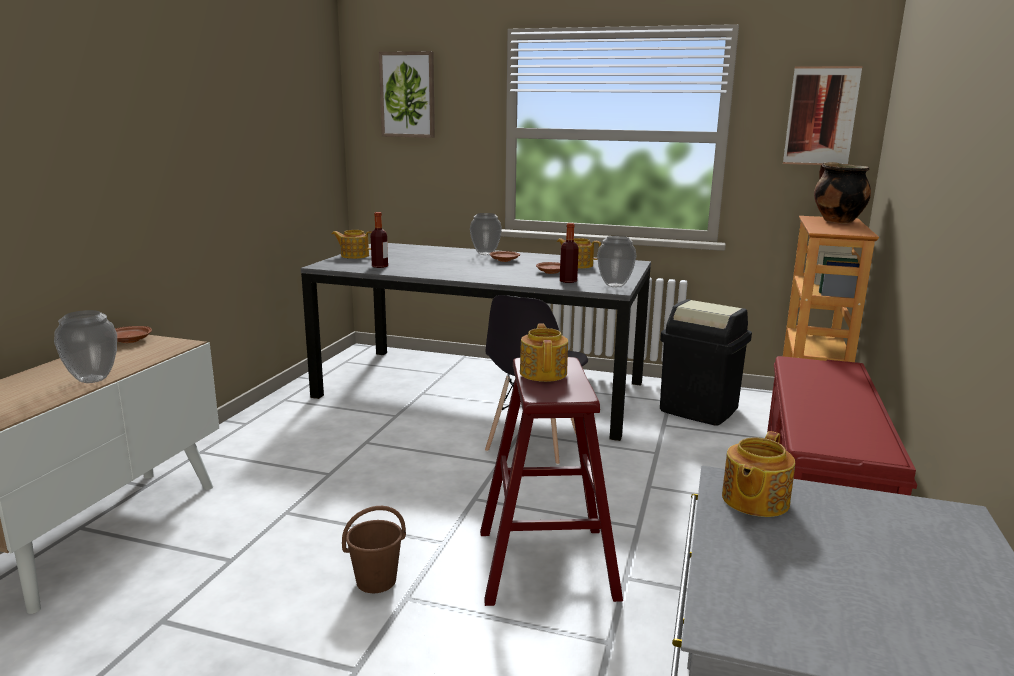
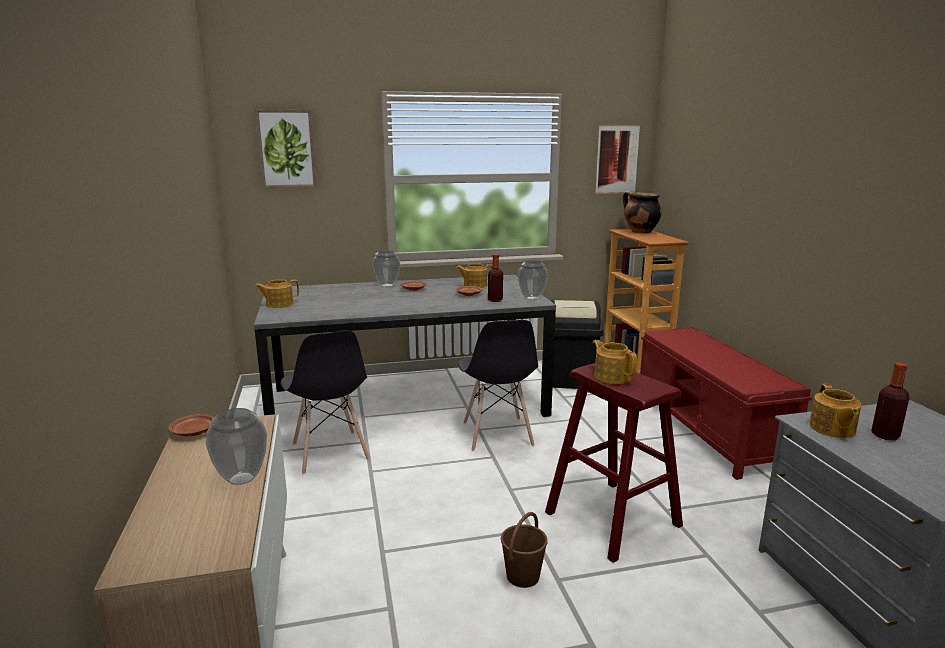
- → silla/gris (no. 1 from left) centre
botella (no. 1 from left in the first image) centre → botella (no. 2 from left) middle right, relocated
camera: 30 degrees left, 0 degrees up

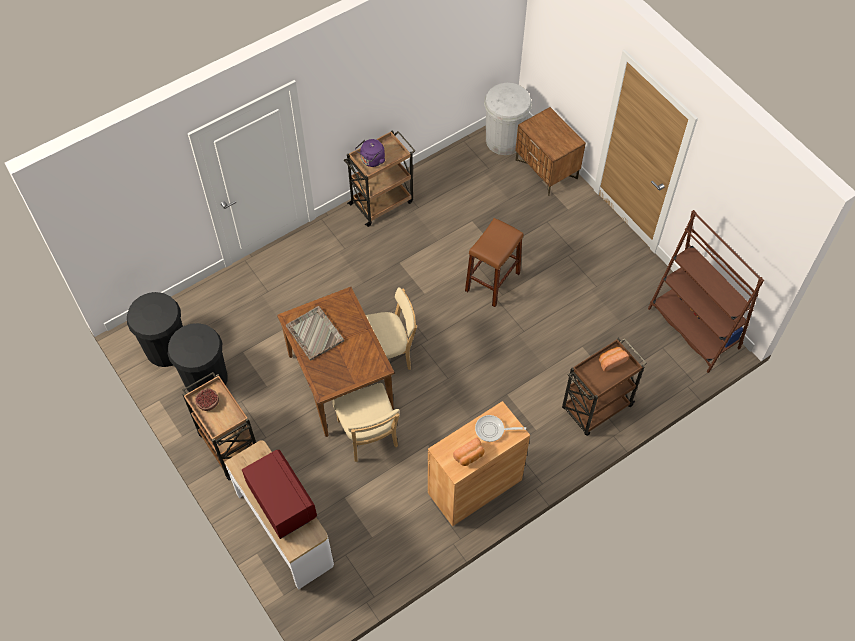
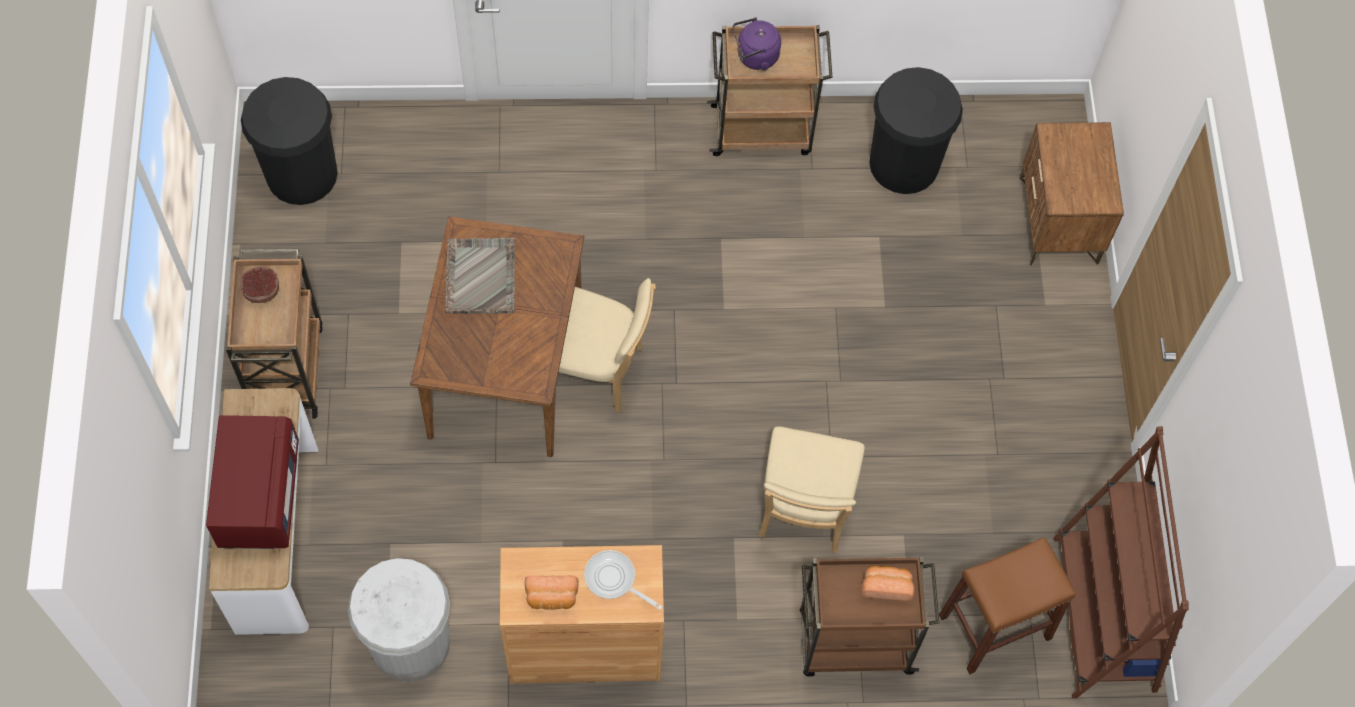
papelera/blanco top centre → papelera/blanco bottom left, relocated
silla/beis (no. 1 from left in the first image) centre → silla/beis (no. 2 from left) bottom centre, relocated
papelera/negro (no. 2 from left) middle left → papelera/negro (no. 2 from left) top right, relocated
taburete/marrón centre → taburete/marrón bottom right, relocated
camera: 30 degrees right, 5 degrees up

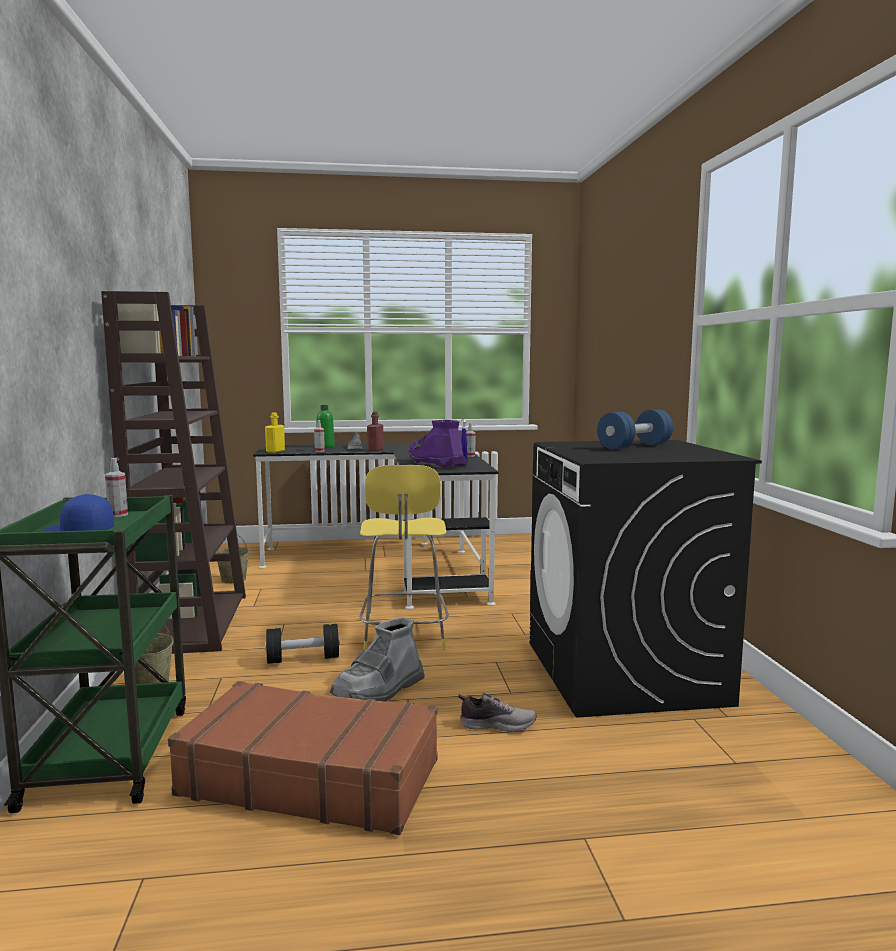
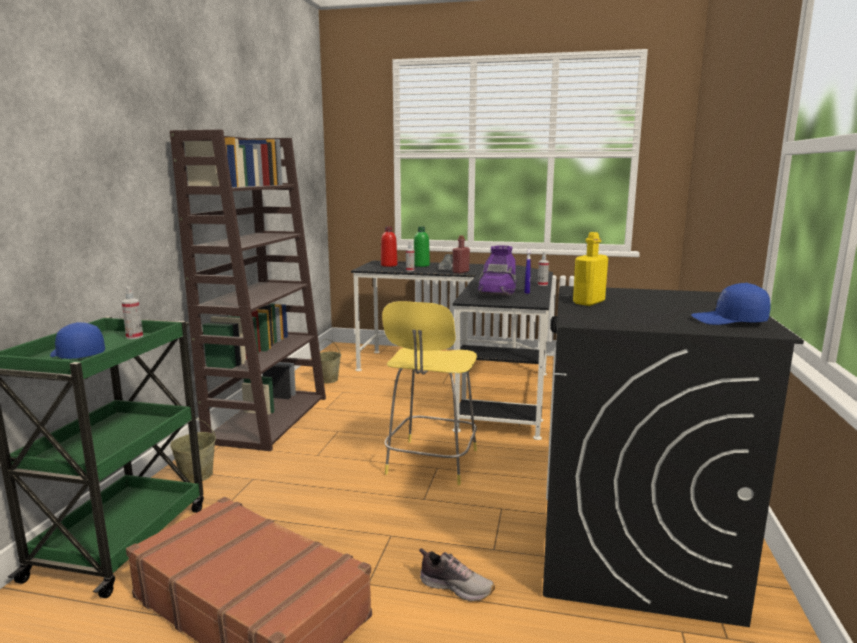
- → botella/rojo (no. 1 from left) centre
bota/morado centre, 150 degrees counterclockwise
botella/amarillo middle left → botella/amarillo middle right, relocated
- → gorra/azul (no. 2 from left) middle right
mancuerna/negro bottom centre → -
bota/gris bottom centre → -
mancuerna/azul middle right → -
camera: 20 degrees right, 5 degrees up

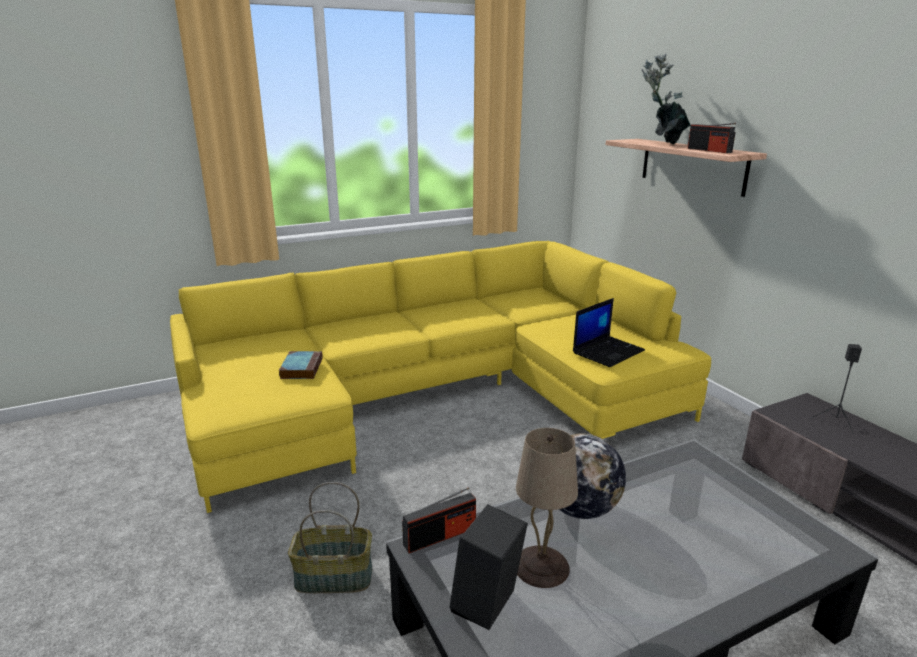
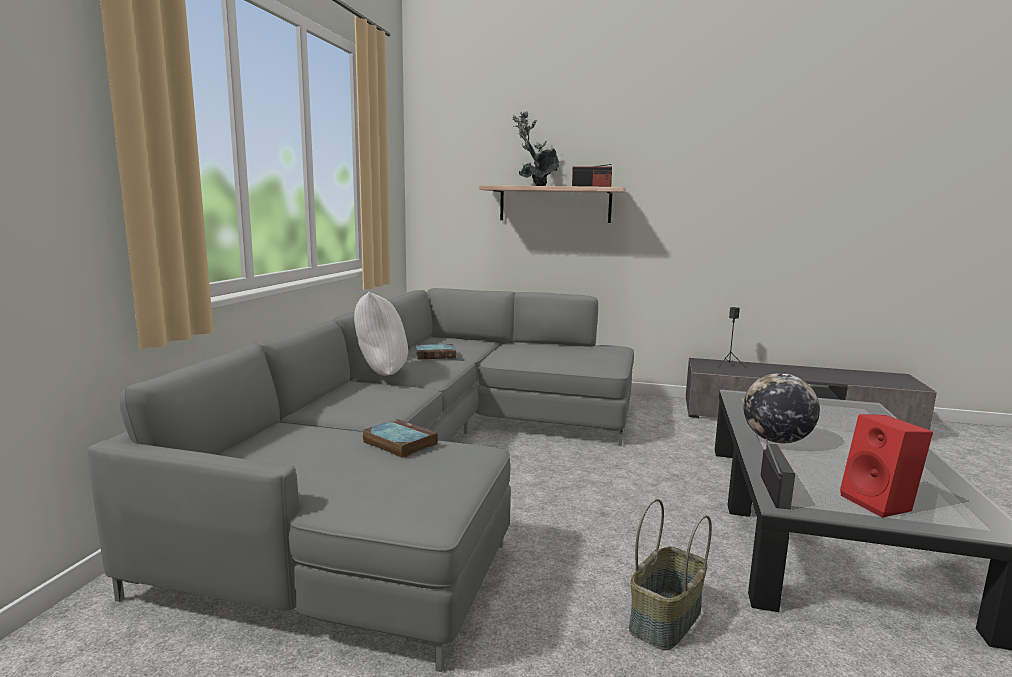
sofá/amarillo centre → sofá/gris bottom centre
- → cojín/blanco centre
- → libro (no. 2 from left) centre
altavoz/negro (no. 1 from left) bottom centre → altavoz/rojo bottom right
lámpara de mesa/beis bottom centre → -
portátil centre → -
camera: 50 degrees left, 10 degrees down

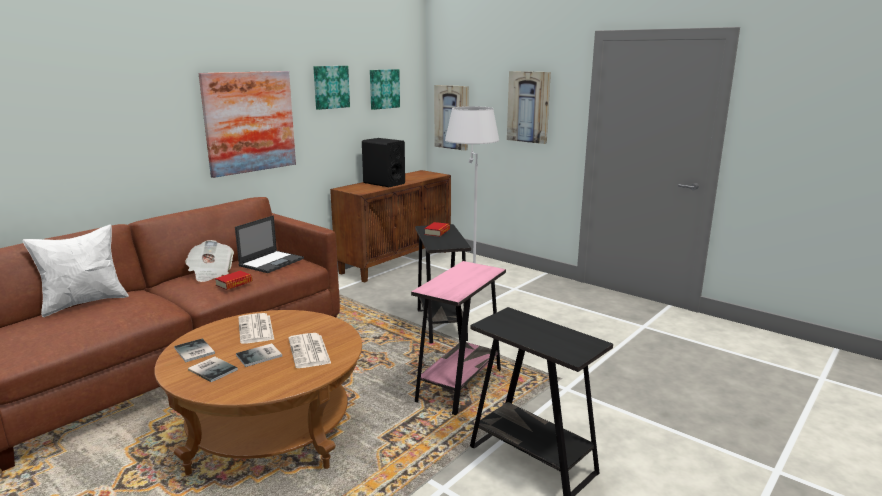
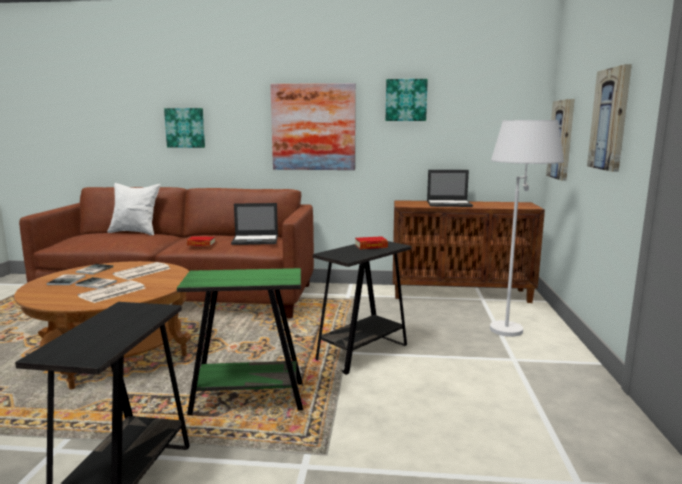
cuadro (no. 3 from left in the first image) top centre → cuadro (no. 1 from left) top left, relocated
mesa auxiliar/rosa bottom centre → mesa auxiliar/verde bottom centre
altavoz/negro top centre → portátil (no. 2 from left) centre
periódico (no. 1 from left) middle left → -
camera: 55 degrees right, 5 degrees down

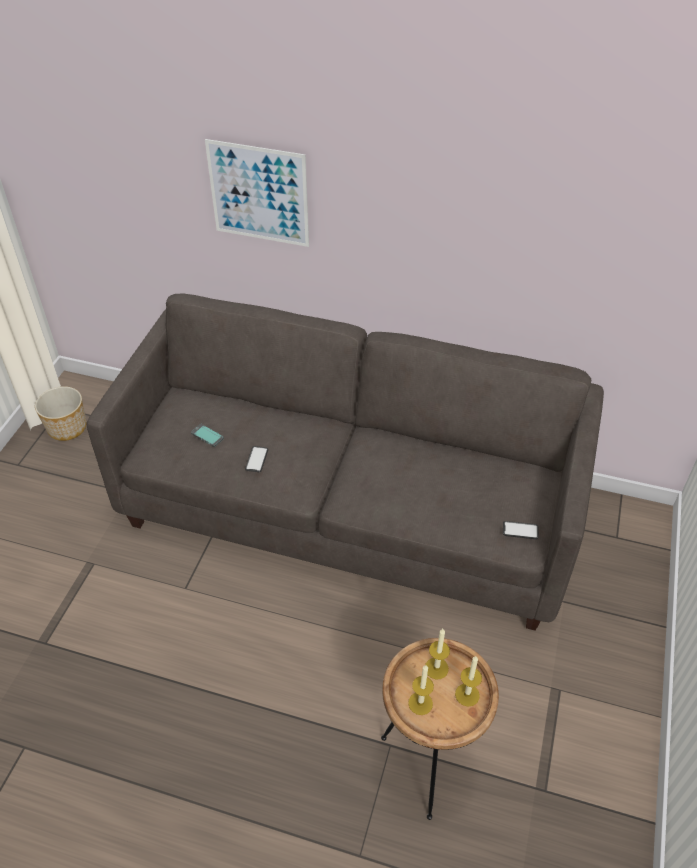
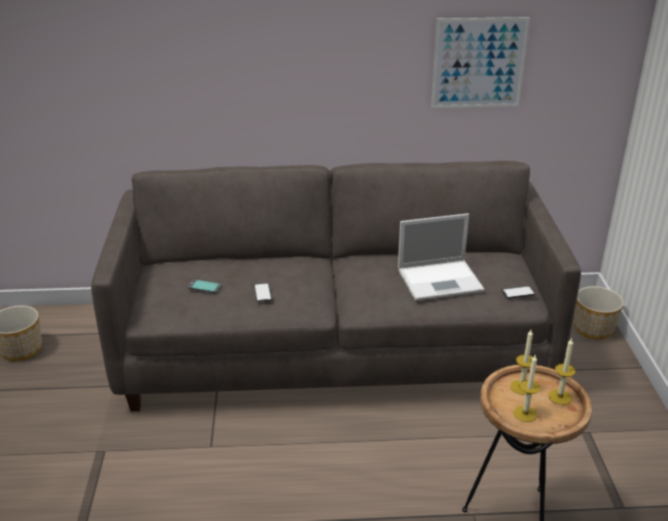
- → portátil centre
cuadro top centre → cuadro top right, relocated
- → maceta (no. 2 from left) middle right
camera: 20 degrees left, 15 degrees down

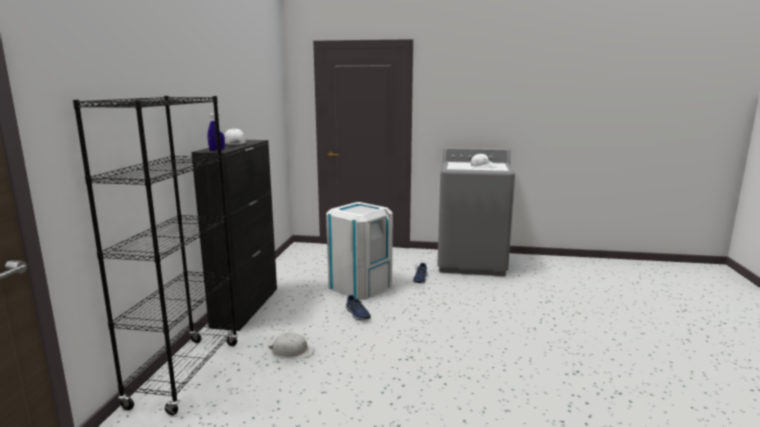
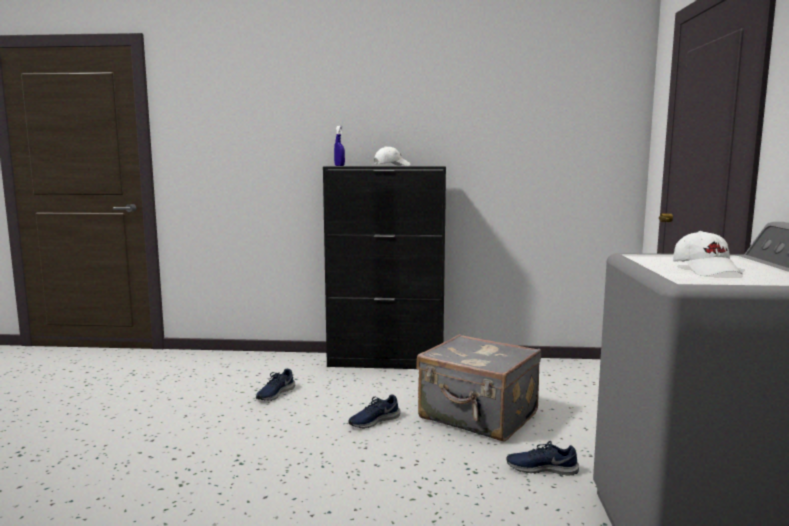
casco/blanco bottom centre → zapato/azul (no. 1 from left) bottom centre
papelera/blanco centre → maleta/gris bottom centre
estantería/negro middle left → -
camera: 85 degrees right, 5 degrees down

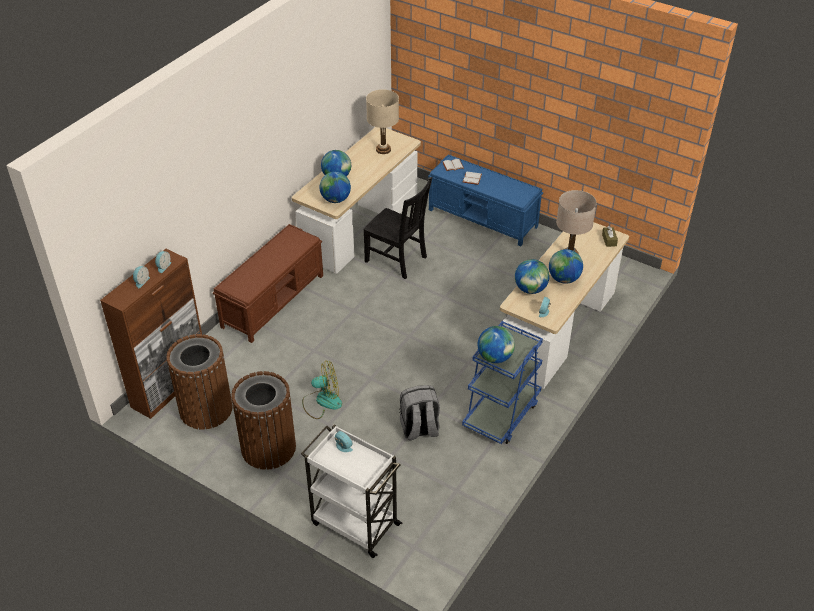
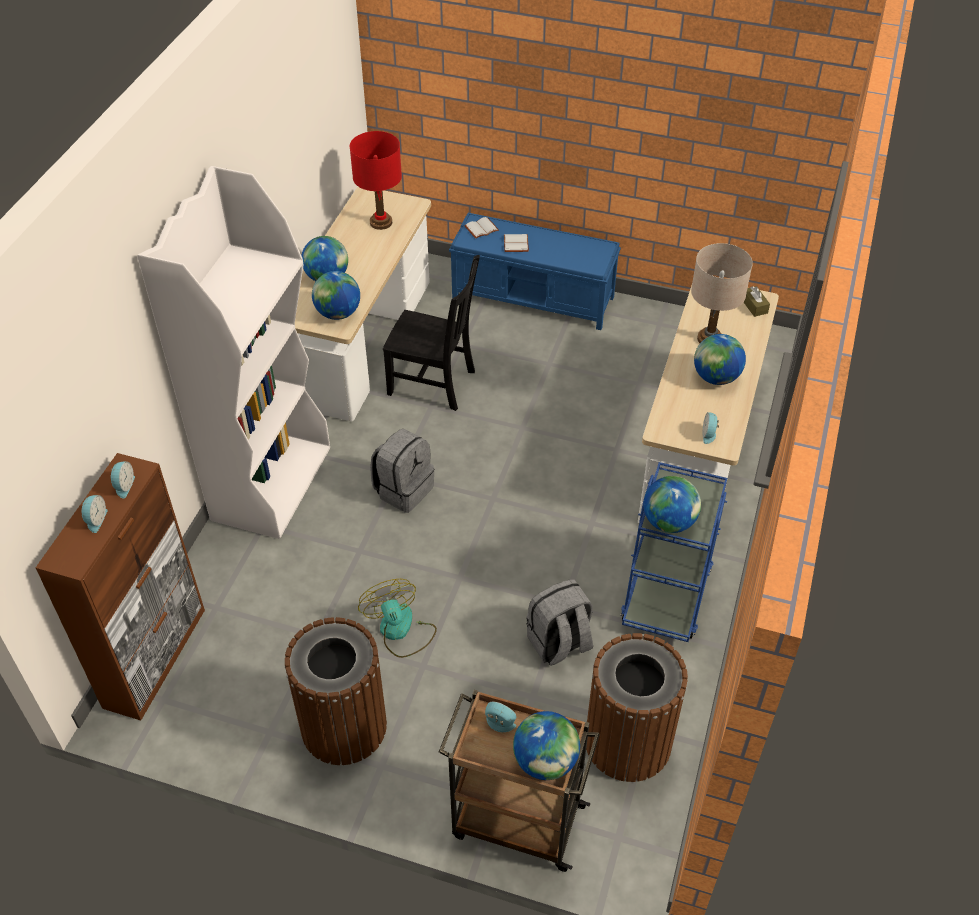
banco/marrón middle left → estantería/blanco middle left
lámpara de mesa/beis (no. 1 from left) top centre → lámpara de mesa/rojo top centre
ventilador centre → ventilador bottom centre, 90 degrees counterclockwise
- → mochila/gris (no. 1 from left) centre
carrito/blanco bottom centre → carrito/marrón bottom centre
globo terráqueo (no. 4 from left in the first image) centre → globo terráqueo (no. 3 from left) bottom centre, relocated
papelera/marrón (no. 1 from left in the first image) middle left → papelera/marrón (no. 2 from left) bottom centre, relocated
camera: 15 degrees left, 5 degrees up

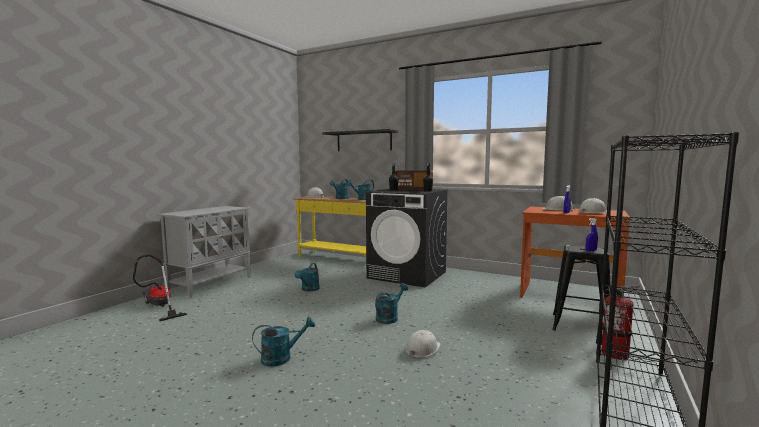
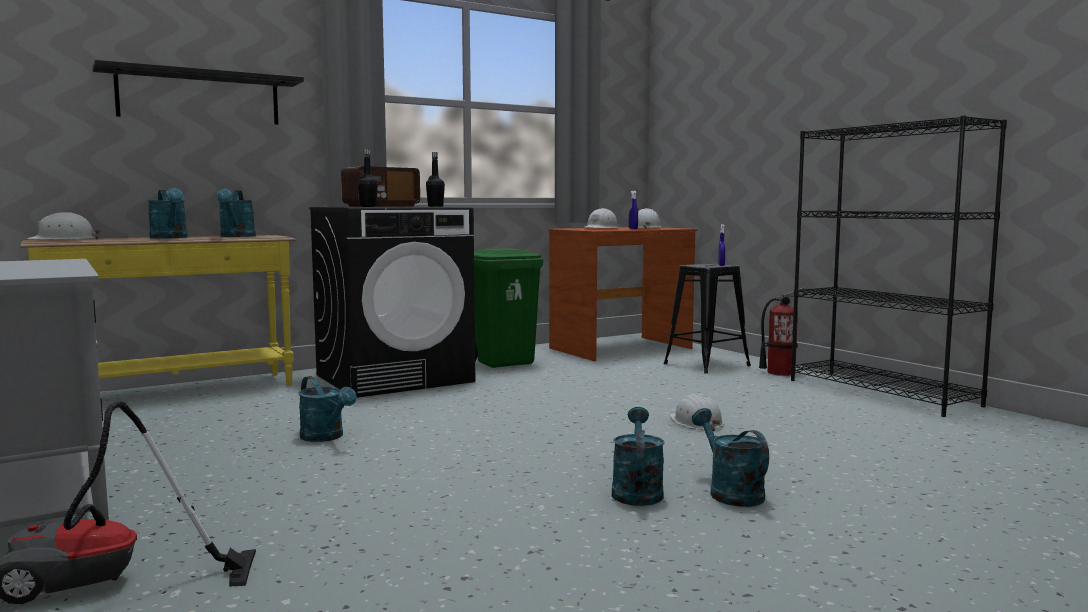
- → papelera/verde centre
regadera/turquesa (no. 5 from left) bottom centre → regadera/turquesa (no. 5 from left) bottom right, relocated
camera: 60 degrees left, 0 degrees up

